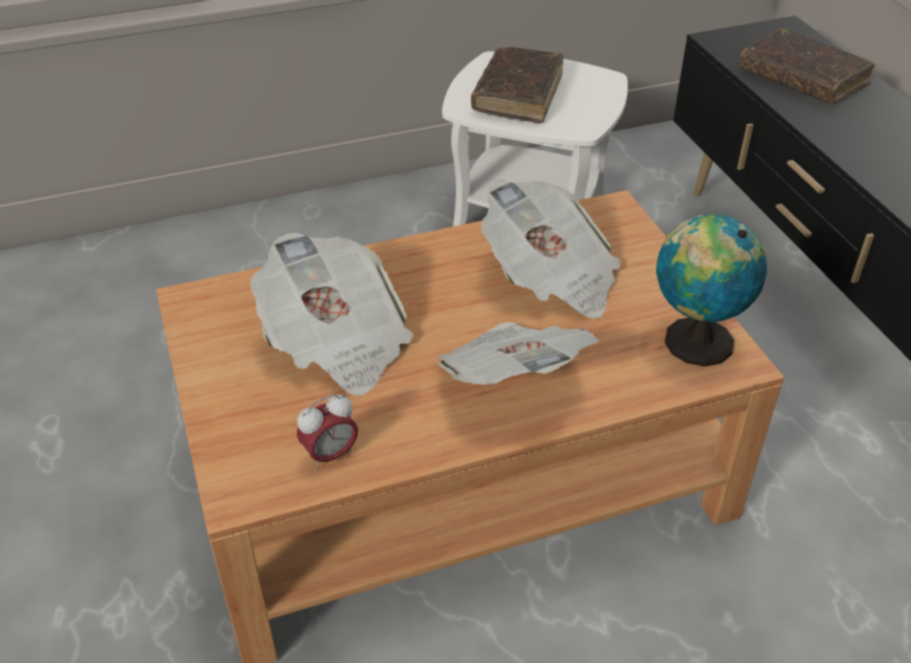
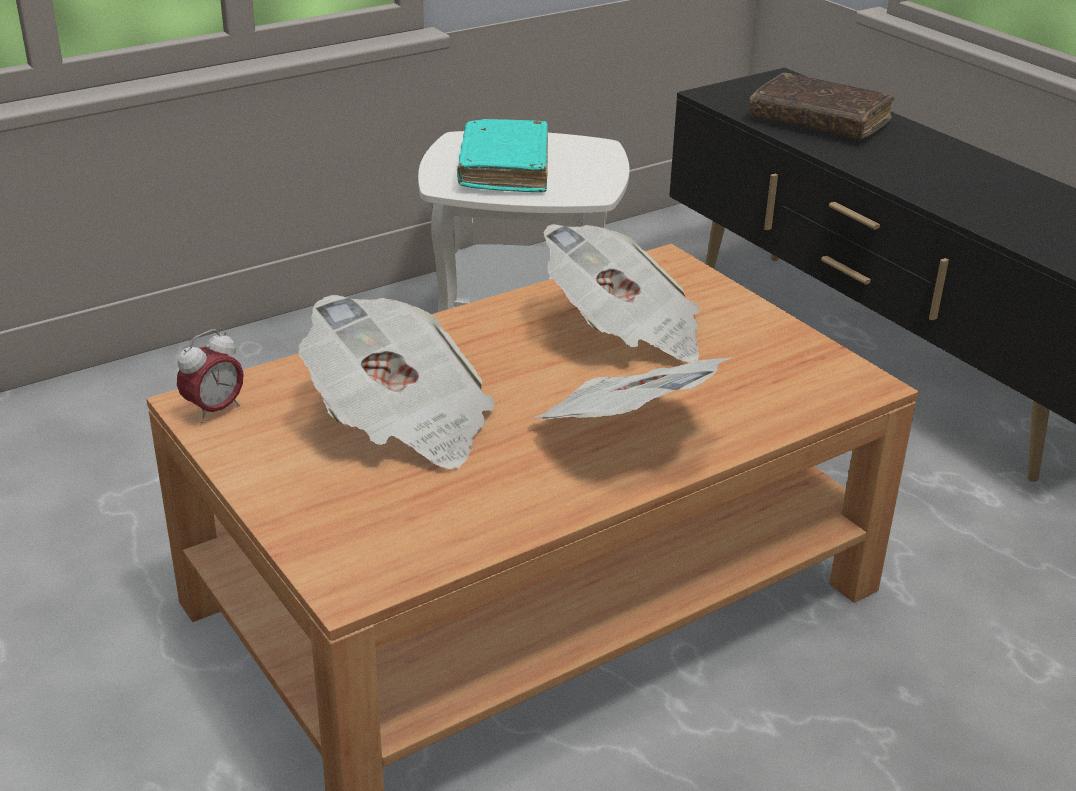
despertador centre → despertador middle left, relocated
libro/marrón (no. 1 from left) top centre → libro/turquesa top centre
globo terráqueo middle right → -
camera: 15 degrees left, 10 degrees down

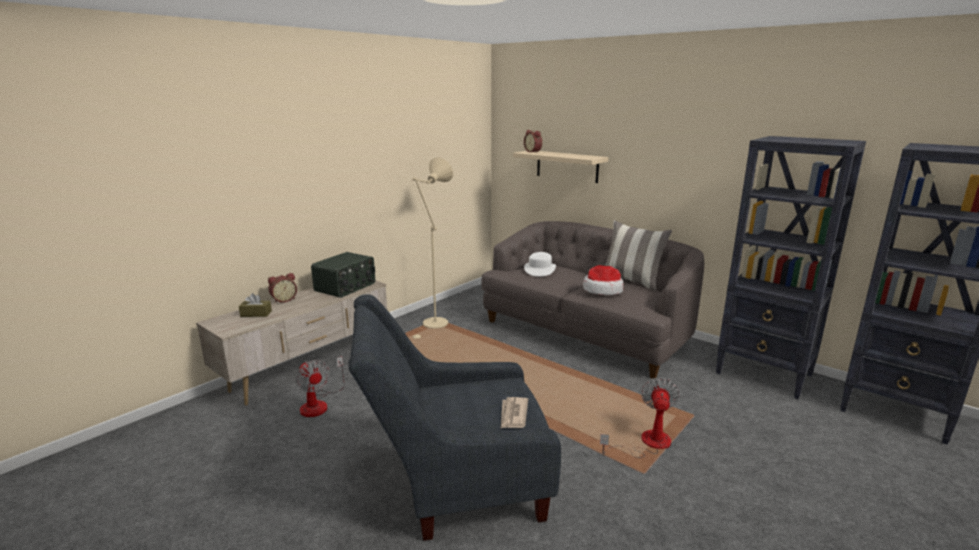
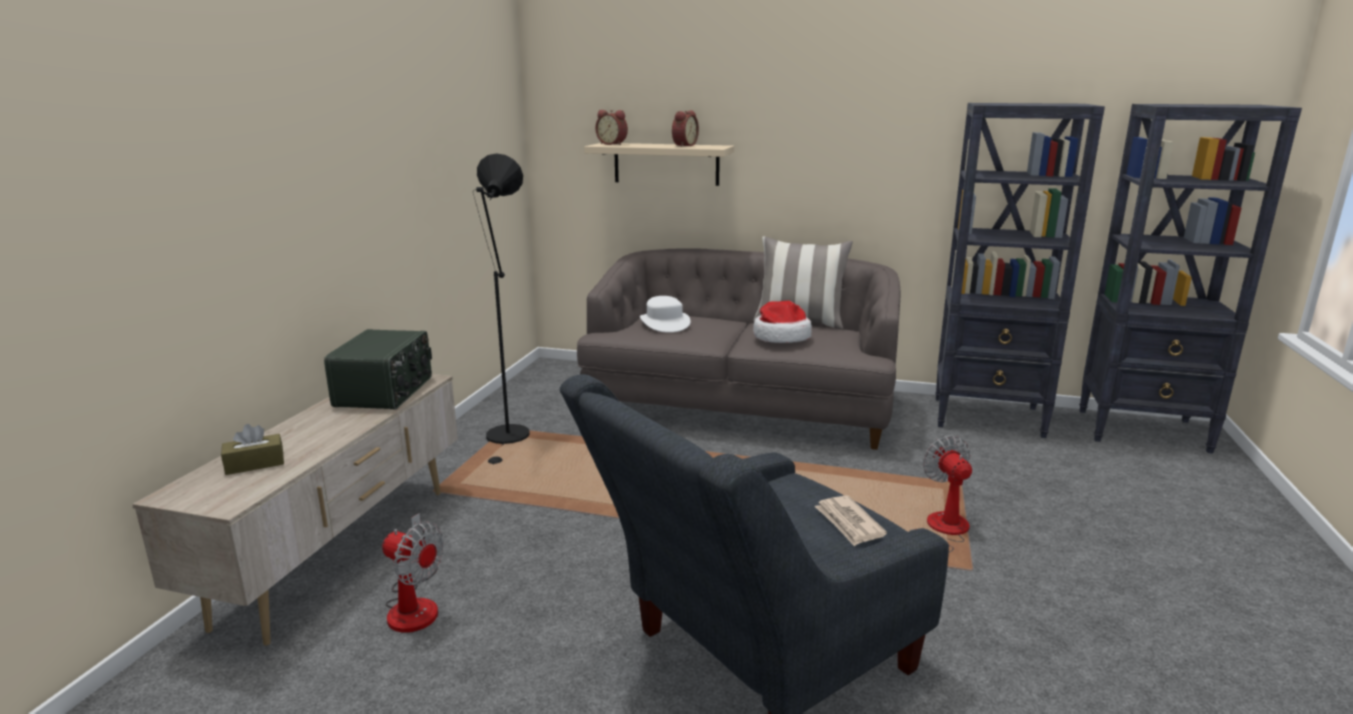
lámpara de pie/beis centre → lámpara de pie/negro centre
despertador (no. 1 from left in the first image) middle left → despertador (no. 2 from left) top centre, relocated
camera: 25 degrees left, 0 degrees up

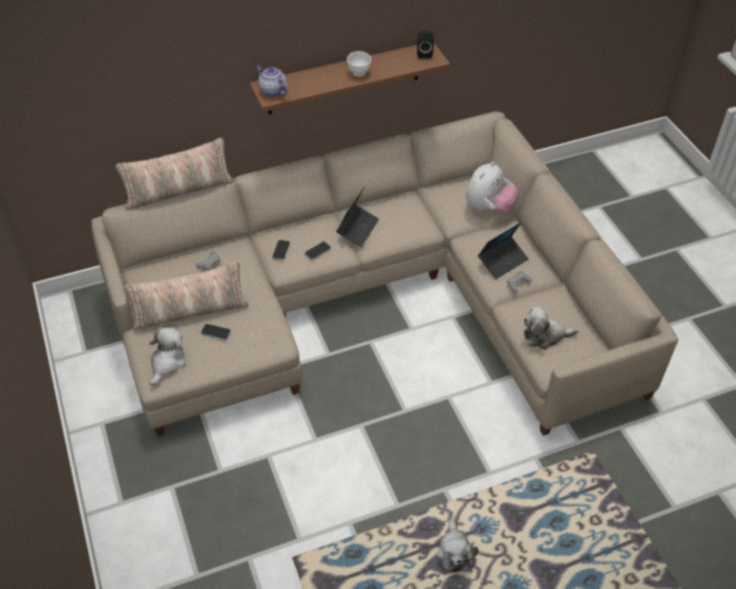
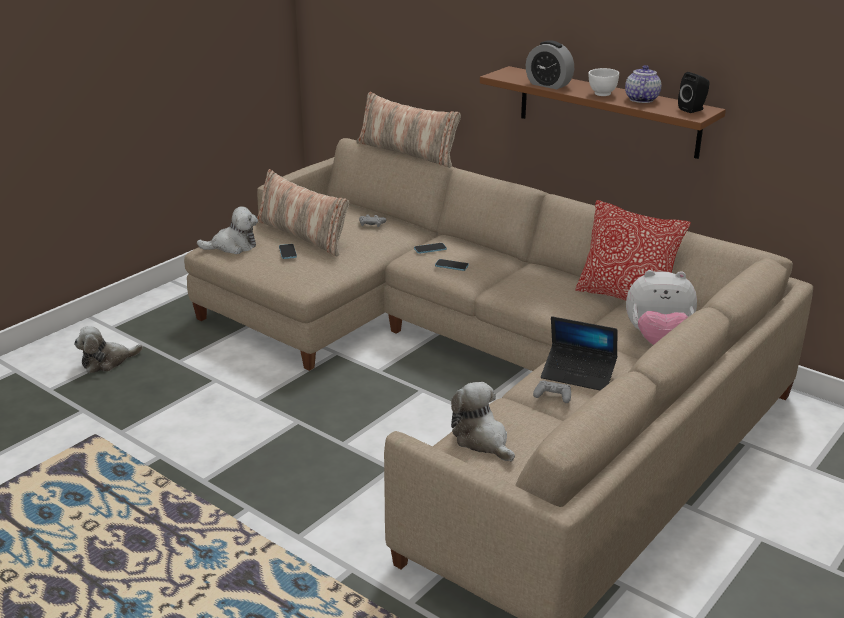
peluche (no. 2 from left in the first image) bottom centre → peluche (no. 1 from left) middle left, relocated
- → despertador top centre
- → cojín (no. 3 from left) middle right
tetera top centre → tetera top right, relocated
portátil (no. 1 from left) centre → -
camera: 60 degrees right, 20 degrees down

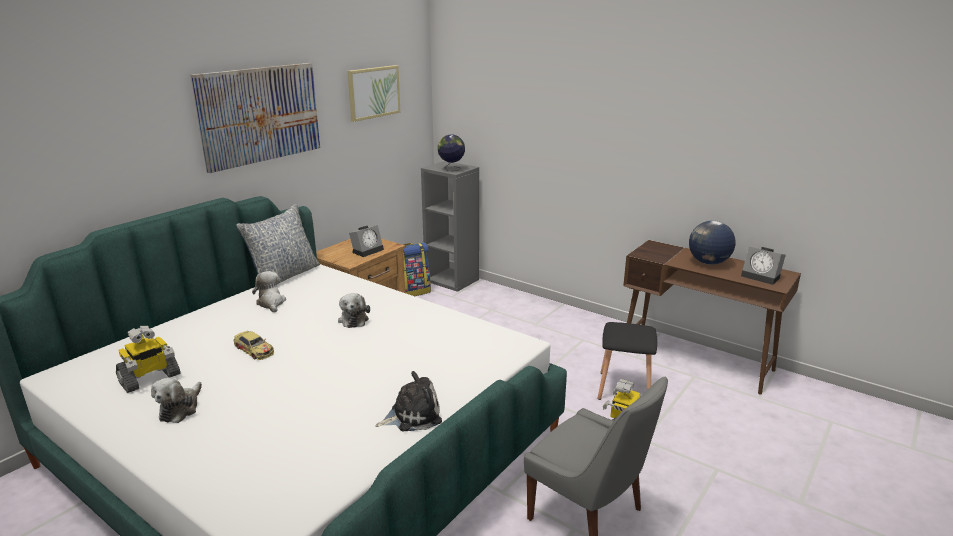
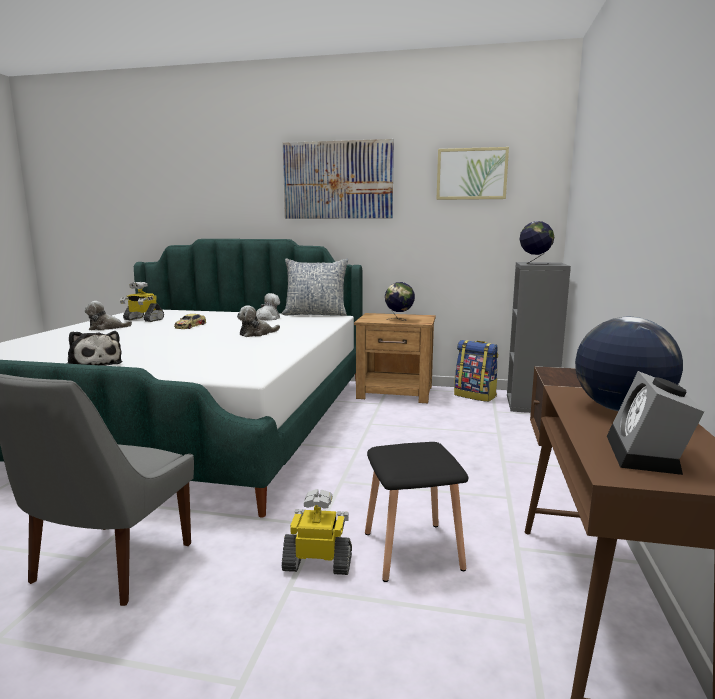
despertador (no. 1 from left) centre → globo terráqueo (no. 1 from left) centre
camera: 65 degrees right, 10 degrees down

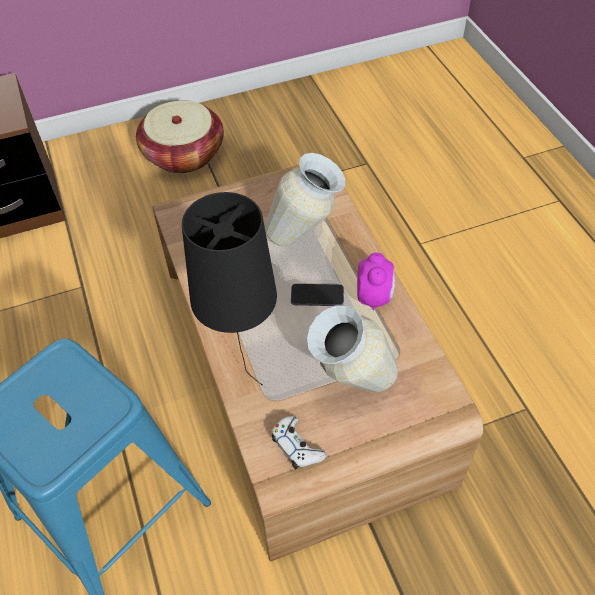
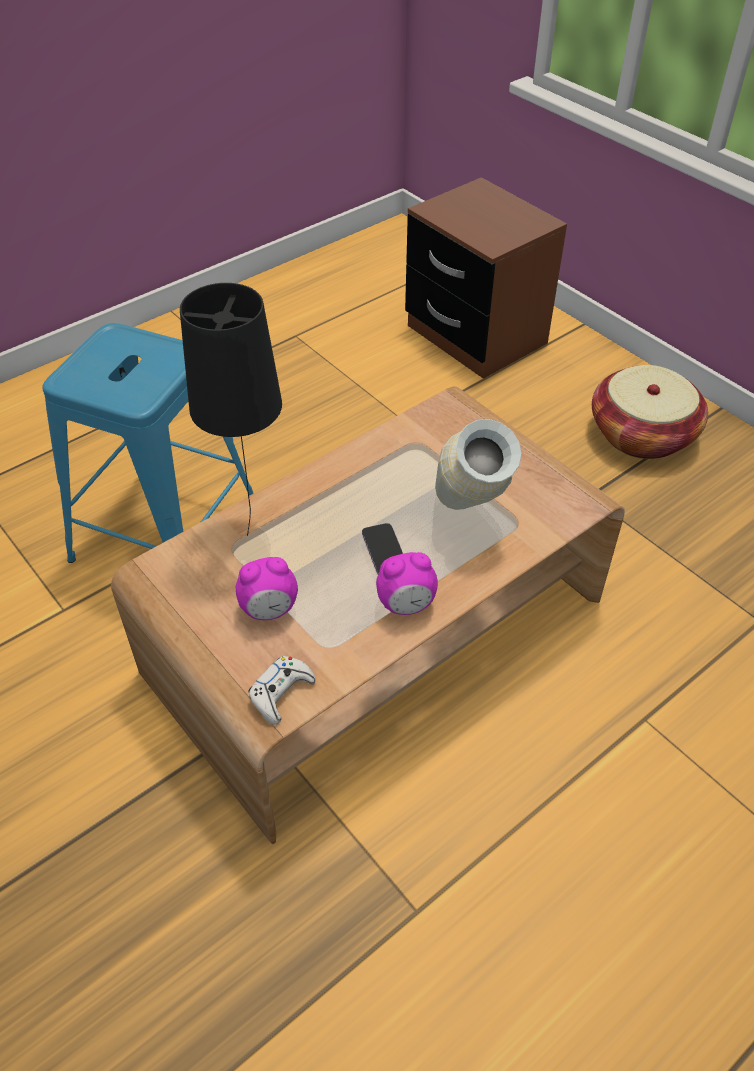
florero (no. 2 from left) centre → despertador (no. 1 from left) centre
mando de consola/blanco bottom centre → mando de consola/blanco centre, relocated
camera: 70 degrees right, 5 degrees down

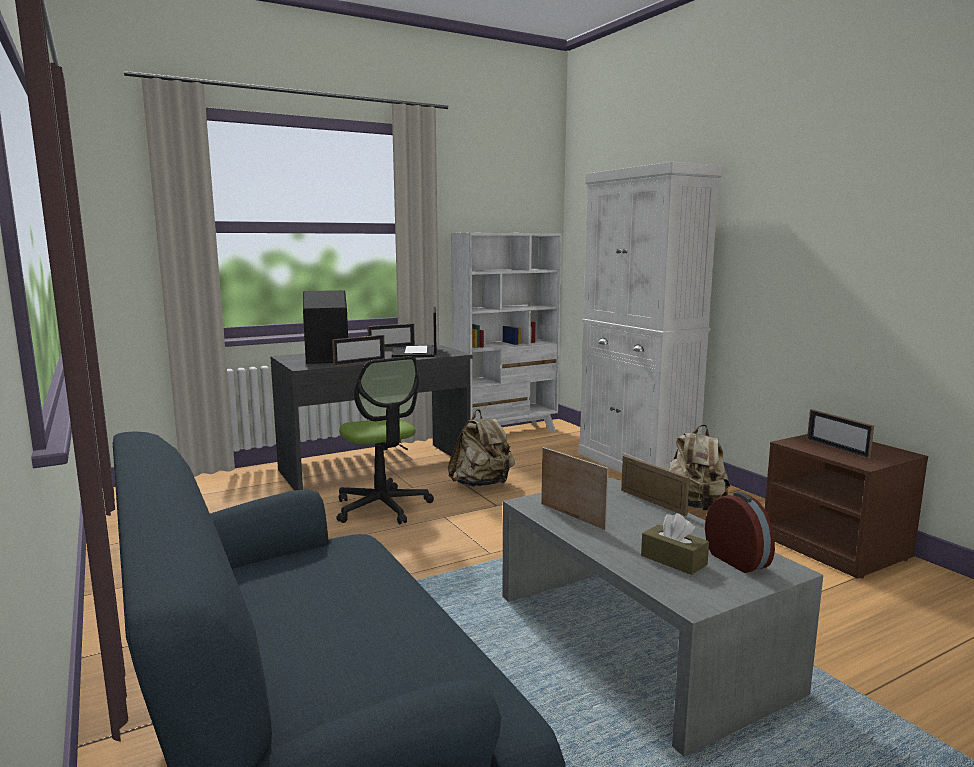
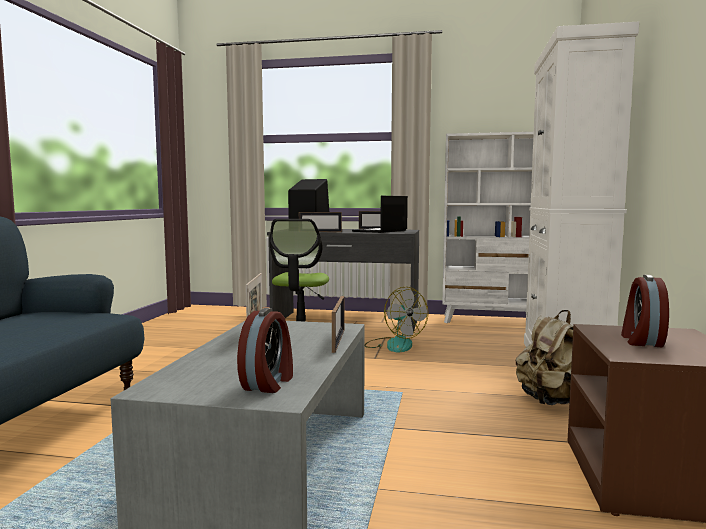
mochila/beis (no. 1 from left) centre → ventilador centre
portarretratos (no. 5 from left) middle right → despertador (no. 2 from left) middle right
caja de pañuelos/marrón bottom right → -
camera: 40 degrees right, 5 degrees down

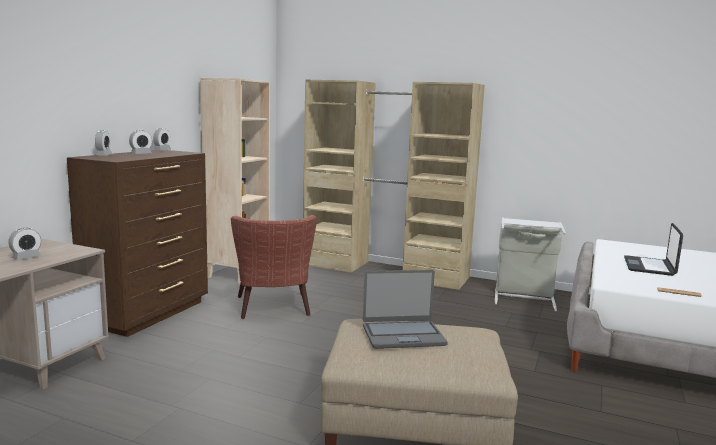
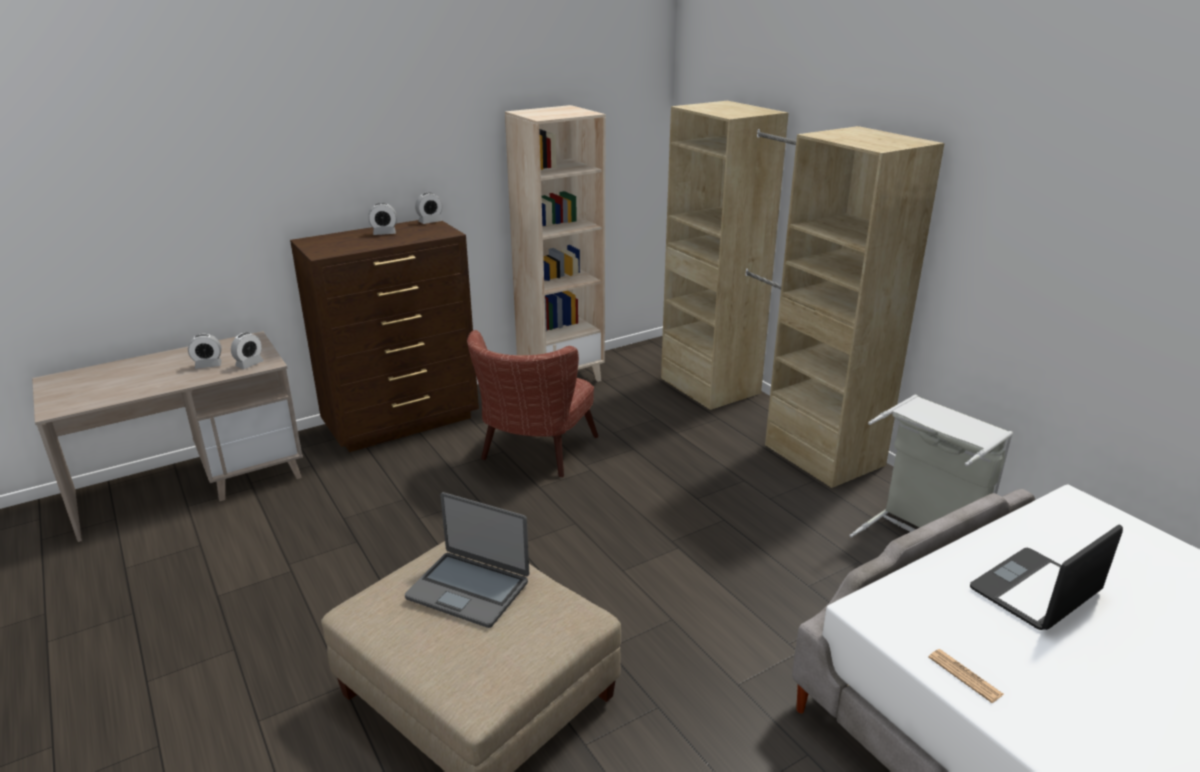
despertador (no. 2 from left) top left → despertador (no. 2 from left) middle left, relocated
camera: 35 degrees right, 15 degrees up

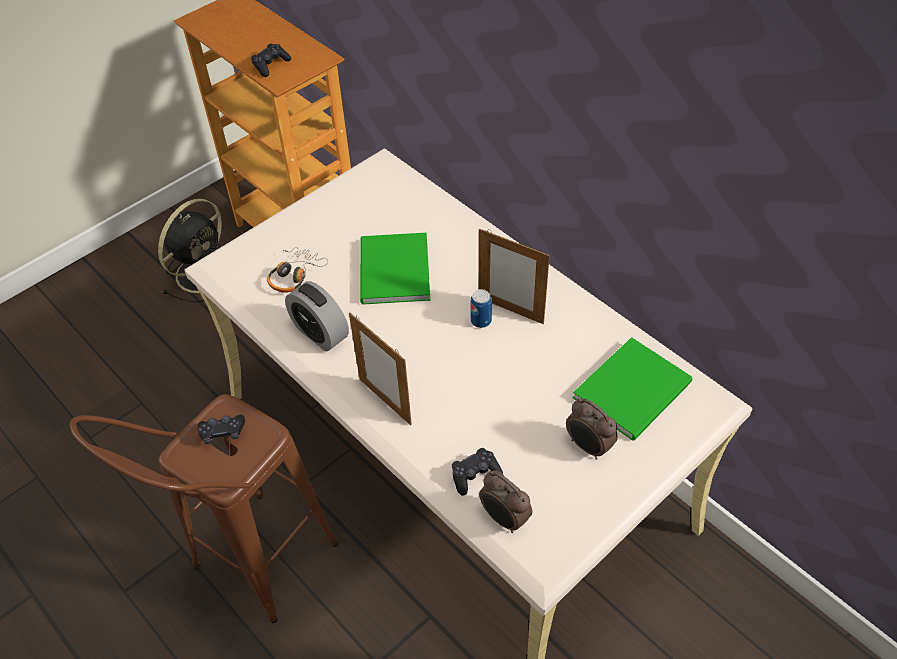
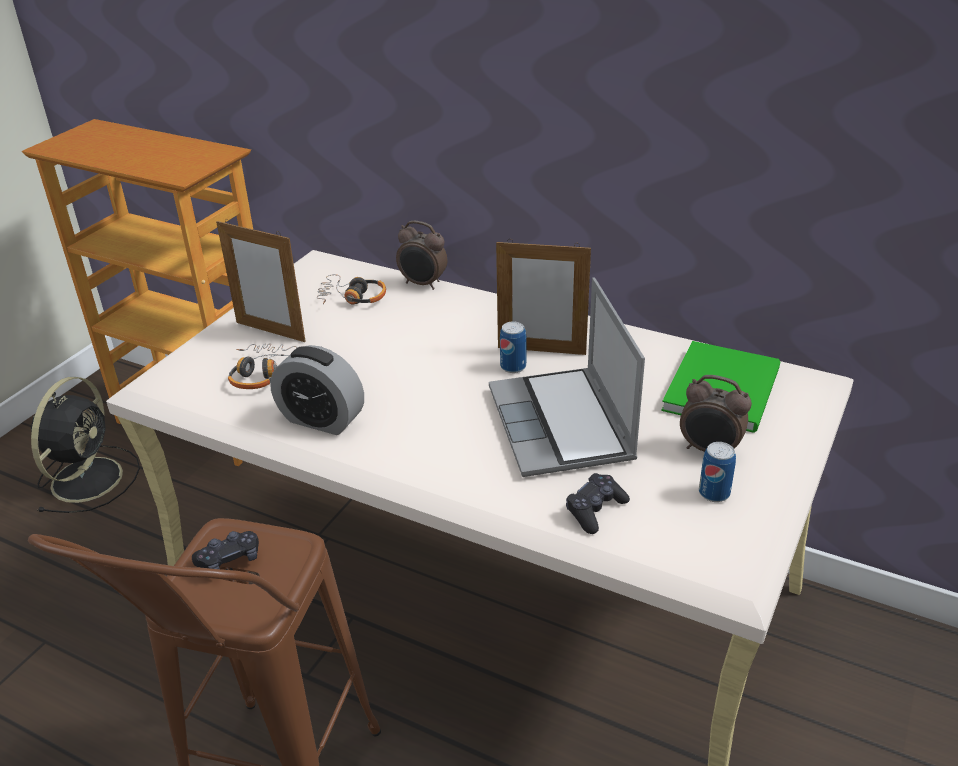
portarretratos (no. 1 from left) centre → portarretratos (no. 1 from left) middle left, relocated
- → auriculares (no. 2 from left) centre
despertador (no. 2 from left) bottom centre → despertador (no. 2 from left) top centre, relocated
- → portátil centre
- → lata (no. 2 from left) middle right
mando de consola/negro (no. 2 from left) top left → -
libro/verde (no. 1 from left) centre → -
camera: 20 degrees left, 15 degrees down

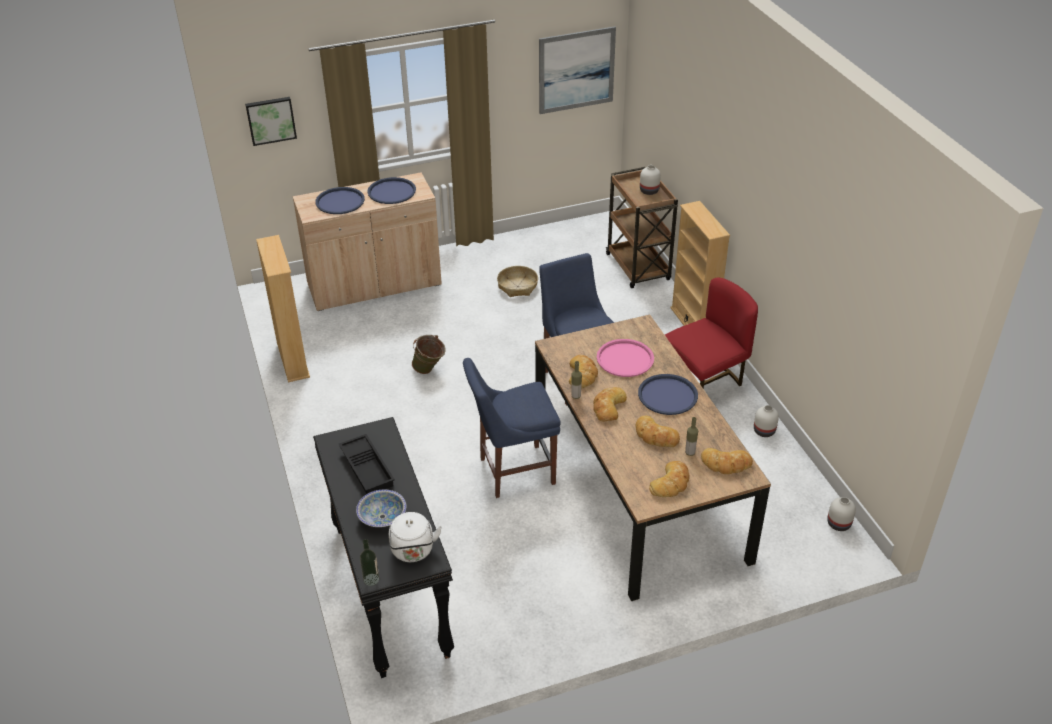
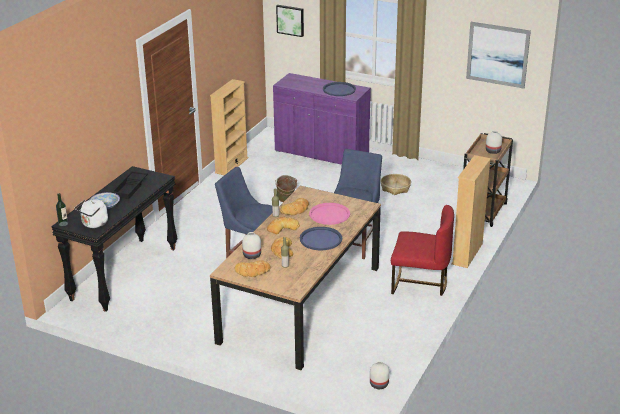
florero/blanco (no. 2 from left in the first image) middle right → florero/blanco (no. 1 from left) centre, relocated
armario/beis centre → armario/morado top centre
bandeja/azul (no. 1 from left) top left → -
pan (no. 5 from left) middle right → -
camera: 45 degrees right, 10 degrees down

